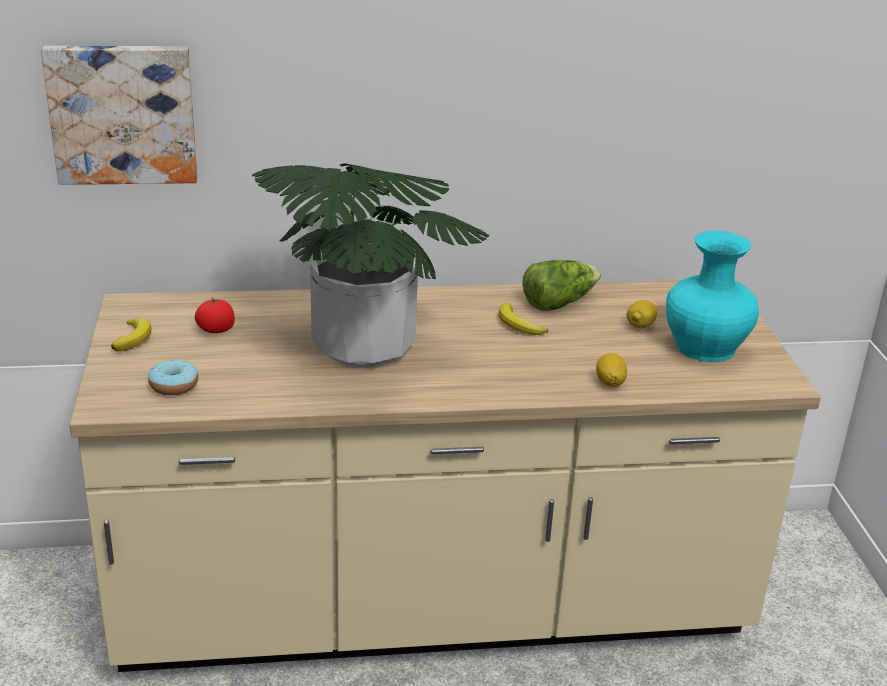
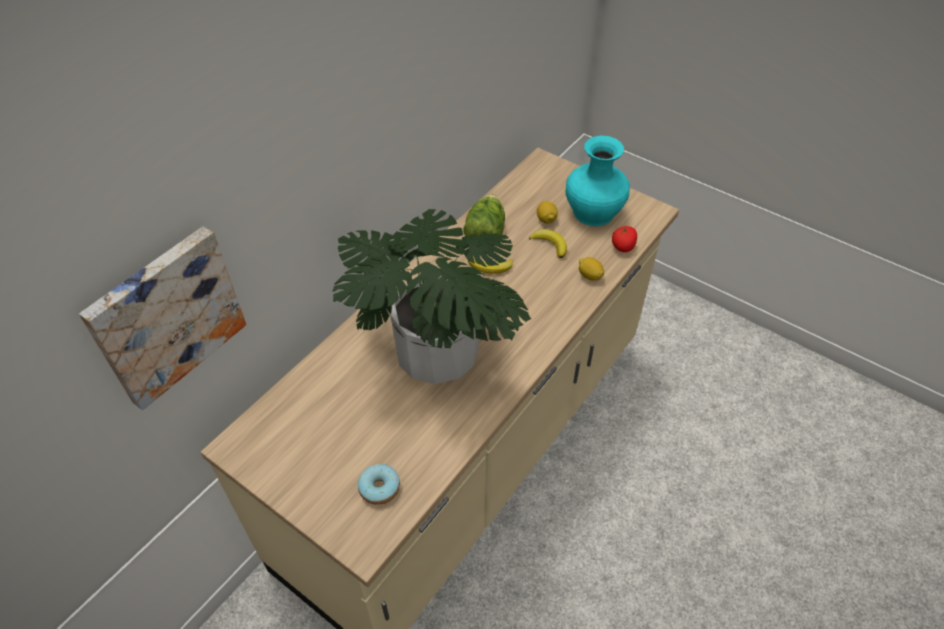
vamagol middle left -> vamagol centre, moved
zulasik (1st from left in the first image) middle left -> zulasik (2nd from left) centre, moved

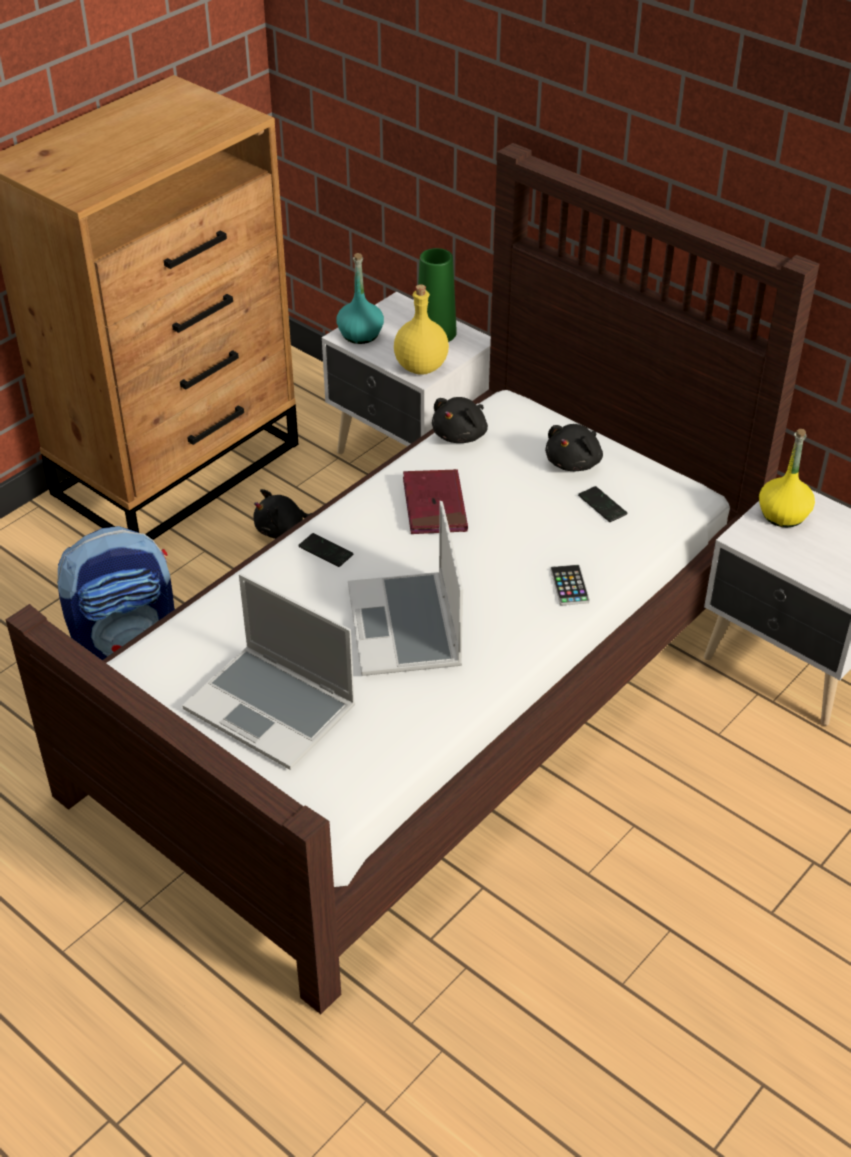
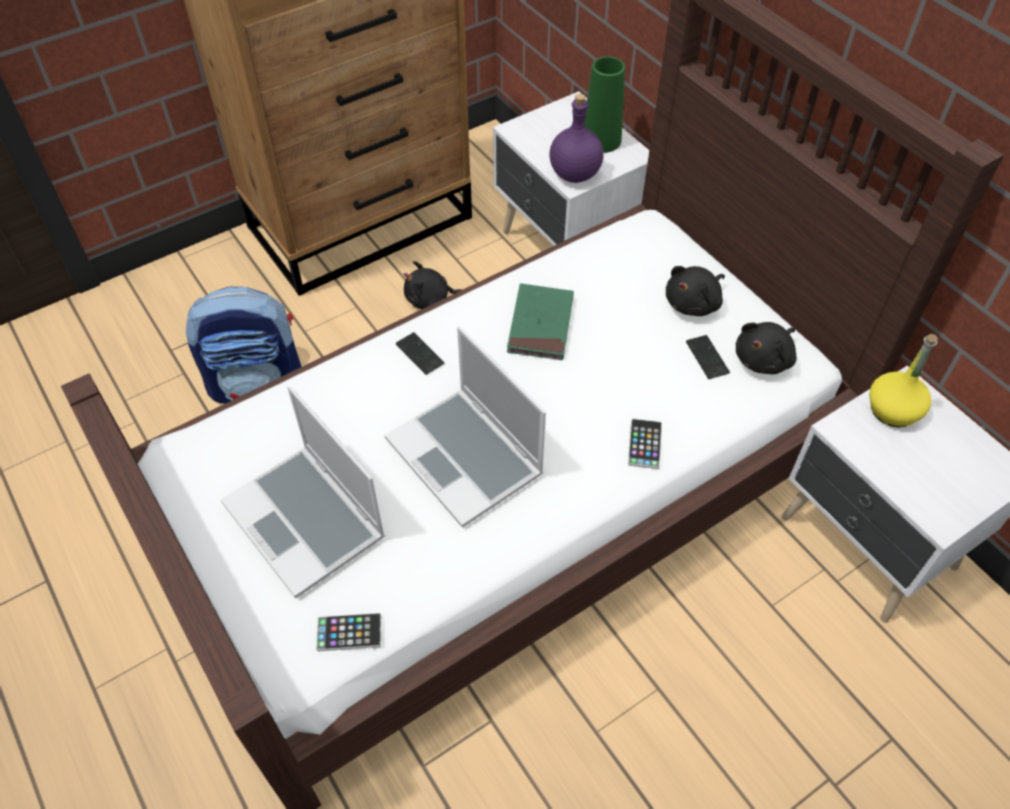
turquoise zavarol top centre -> none
yellow zavarol (1st from left) top centre -> purple zavarol top centre
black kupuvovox (2nd from left in the first image) centre -> black kupuvovox (3rd from left) middle right, moved
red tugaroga centre -> green tugaroga centre
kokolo (2nd from left) centre, 45 degrees counterclockwise
none -> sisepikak (1st from left) bottom centre

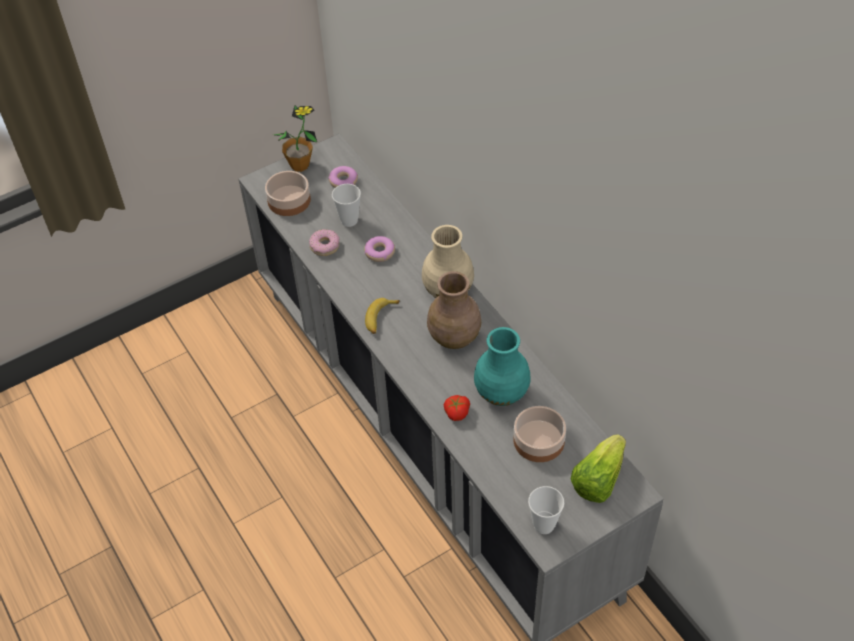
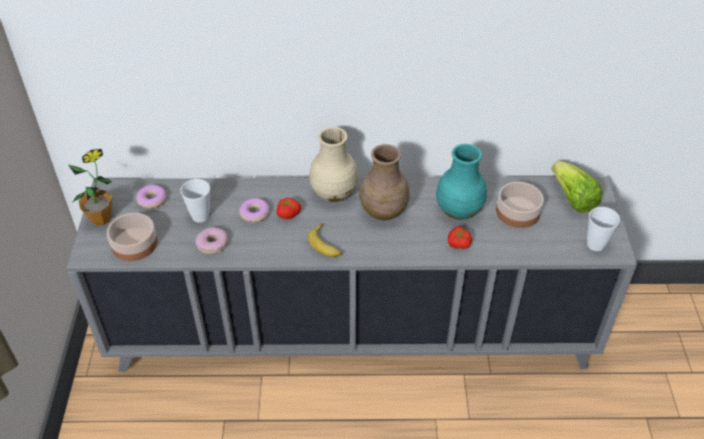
none -> vamagol (1st from left) centre

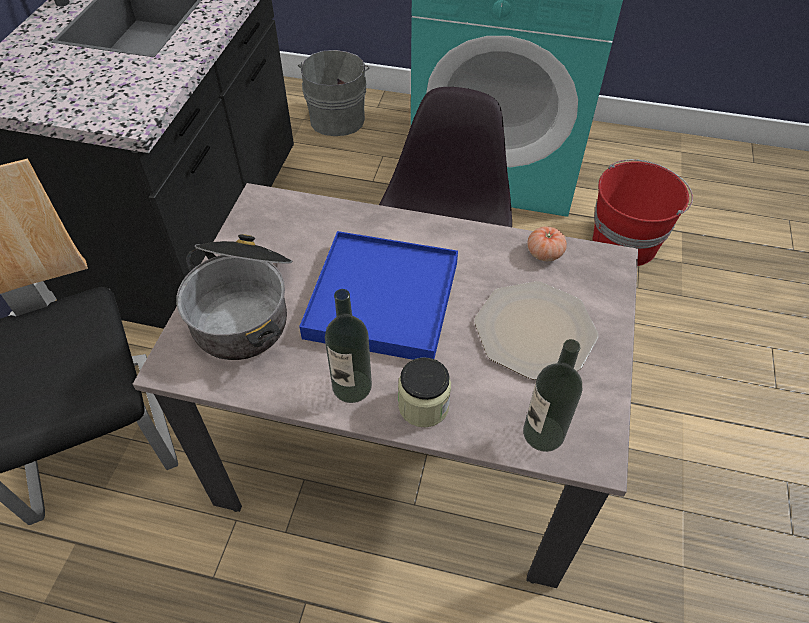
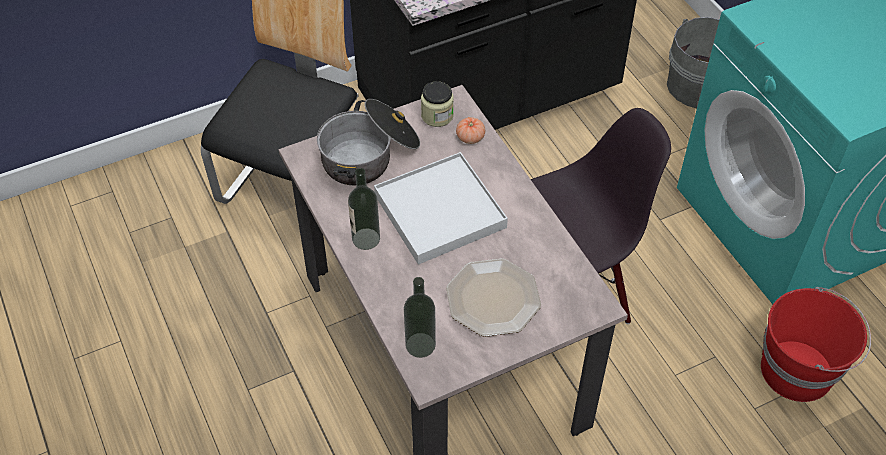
vamagol middle right -> vamagol top centre, moved
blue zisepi centre -> white zisepi centre
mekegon centre -> mekegon top centre, moved

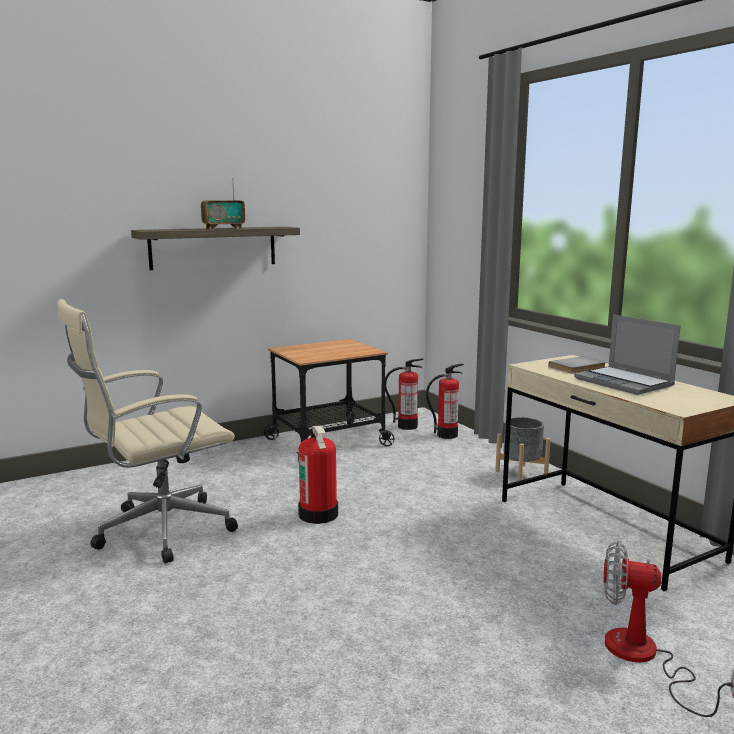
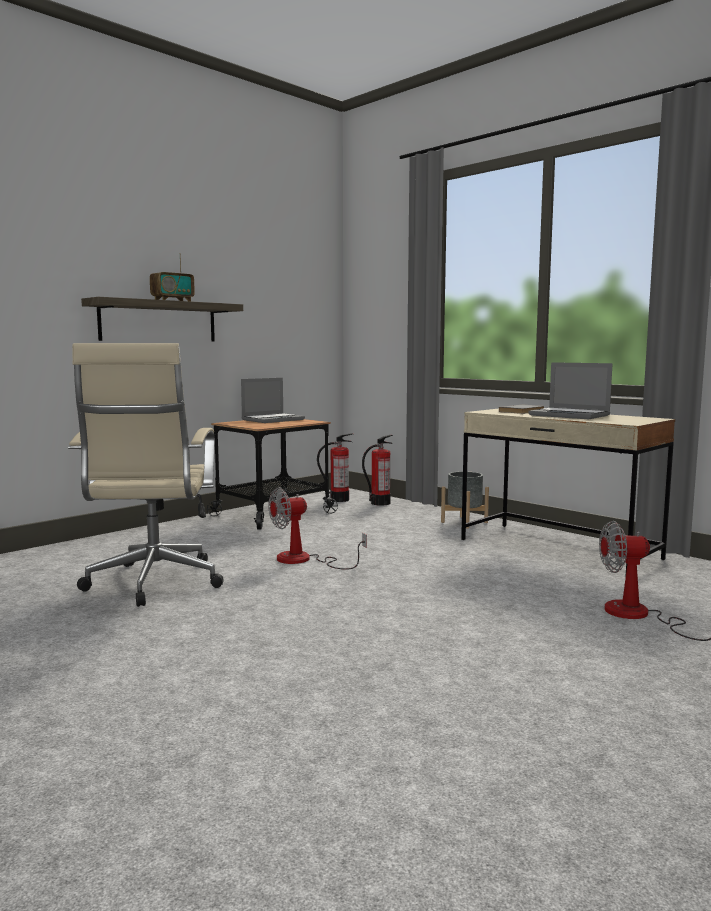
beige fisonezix middle left, 45 degrees counterclockwise
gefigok (1st from left) centre -> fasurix (1st from left) centre
none -> kokolo (1st from left) centre

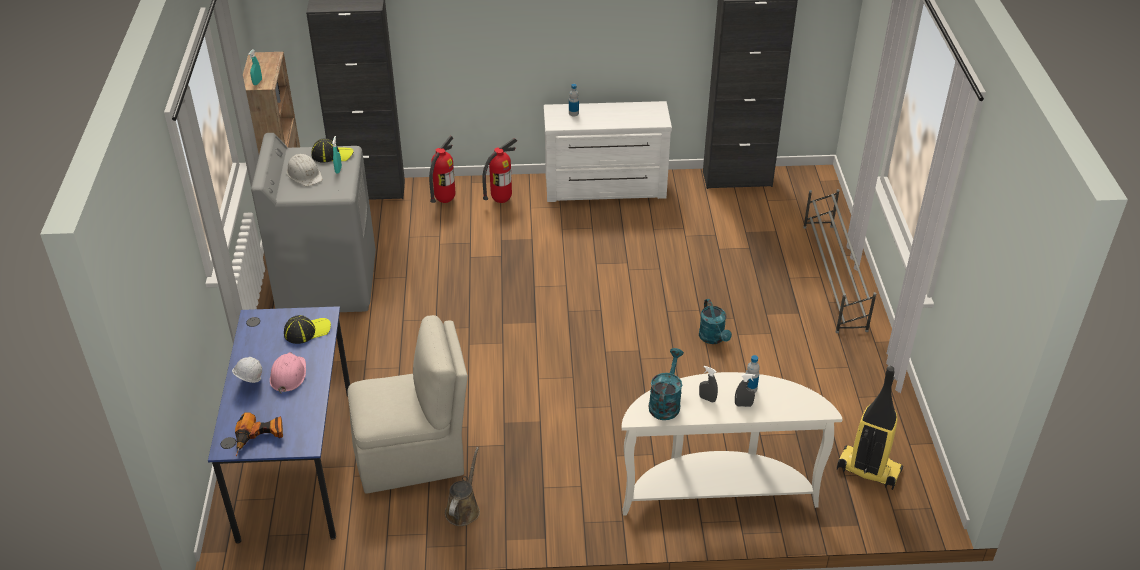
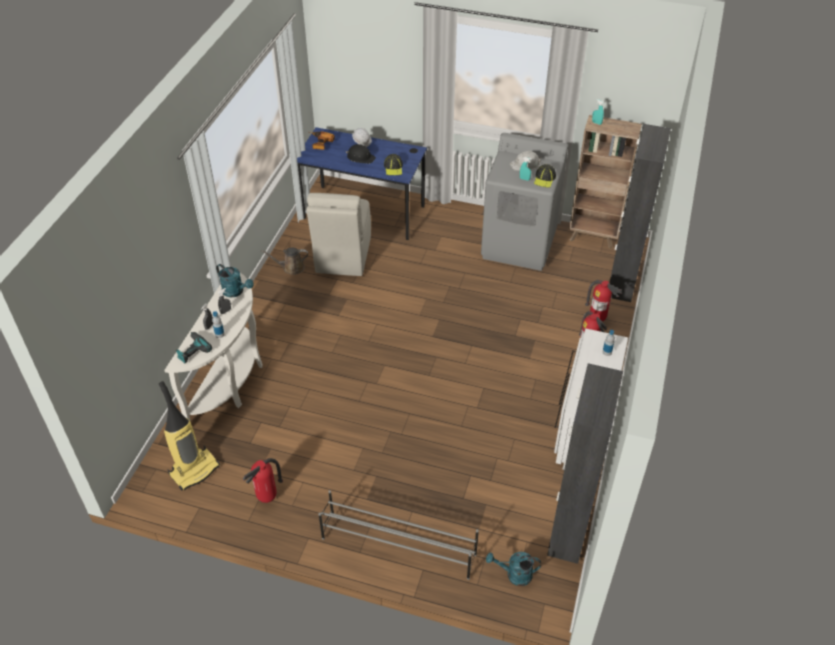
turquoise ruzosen (2nd from left) centre -> turquoise ruzosen (2nd from left) bottom centre, moved
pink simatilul middle left -> black simatilul top centre
brown ruzosen bottom centre -> brown ruzosen centre, 135 degrees clockwise
none -> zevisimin (1st from left) middle left
none -> gefigok (1st from left) bottom left

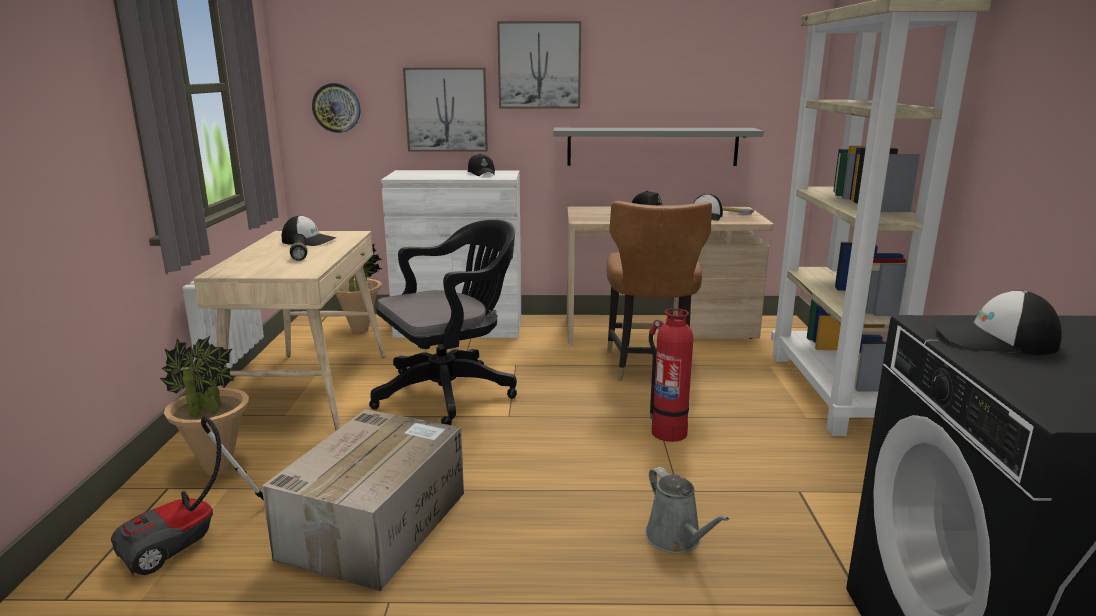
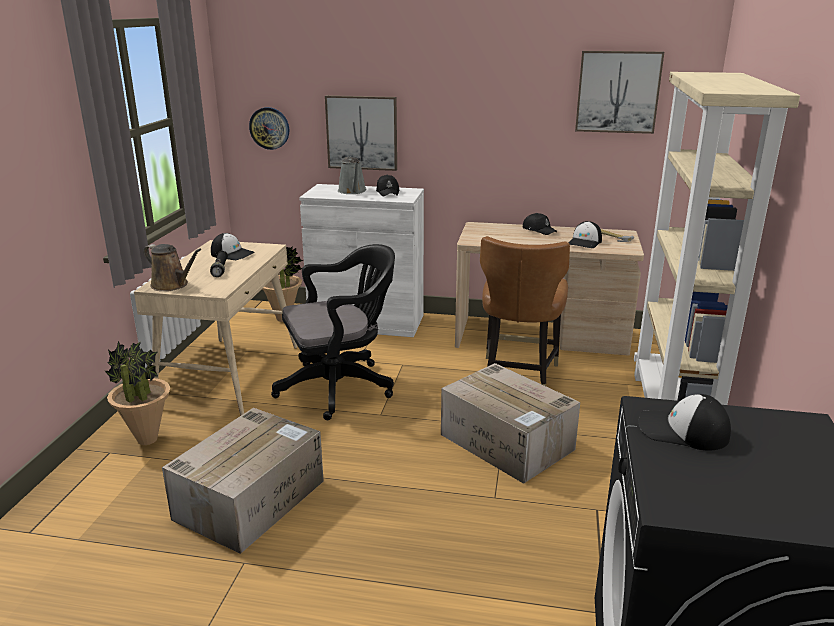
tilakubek (2nd from left) top centre -> tilakubek (2nd from left) top right, moved
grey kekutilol top centre -> none
gefigok centre -> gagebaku (2nd from left) bottom centre
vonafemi bottom left -> none
grey ruzosen bottom centre -> grey ruzosen top centre, moved
none -> brown ruzosen middle left

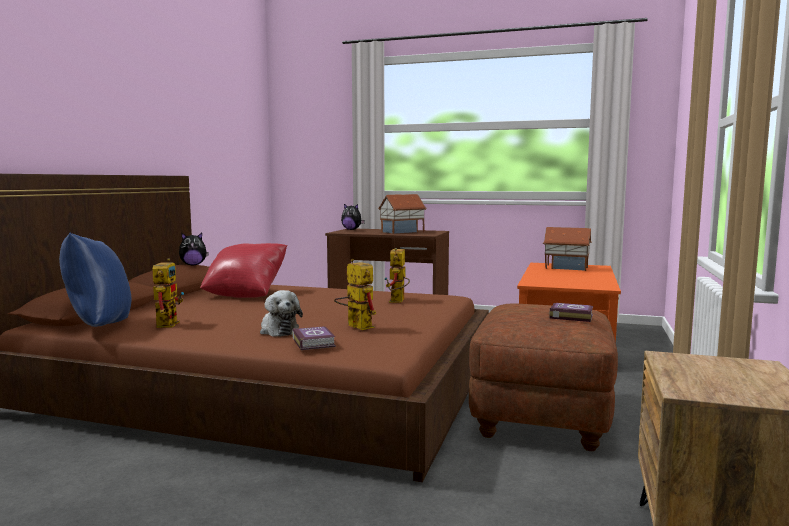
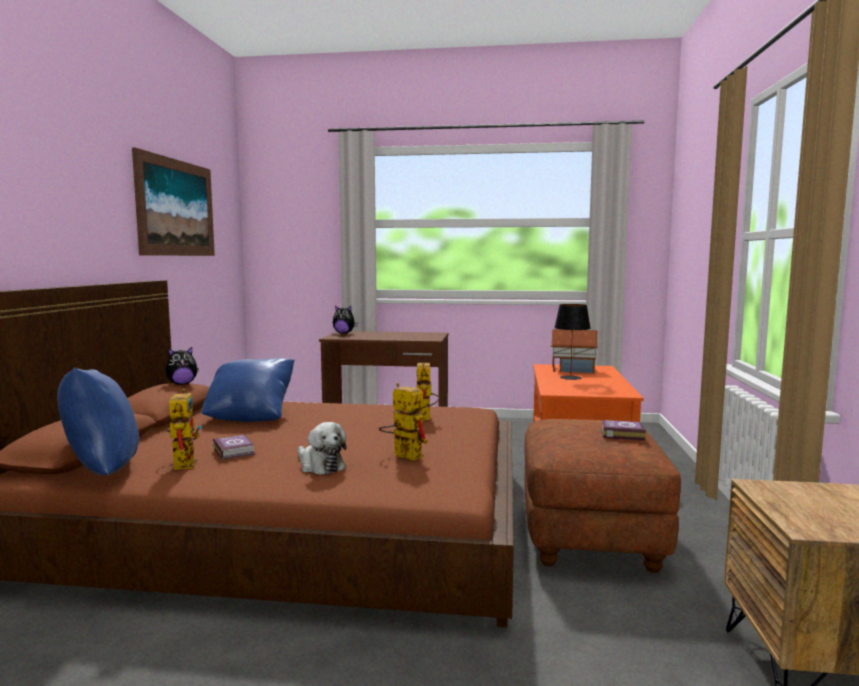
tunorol (1st from left) centre -> none
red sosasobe middle left -> blue sosasobe (2nd from left) middle left
tugaroga (1st from left) centre -> tugaroga (1st from left) middle left, moved
none -> tilakubek top left
none -> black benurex centre

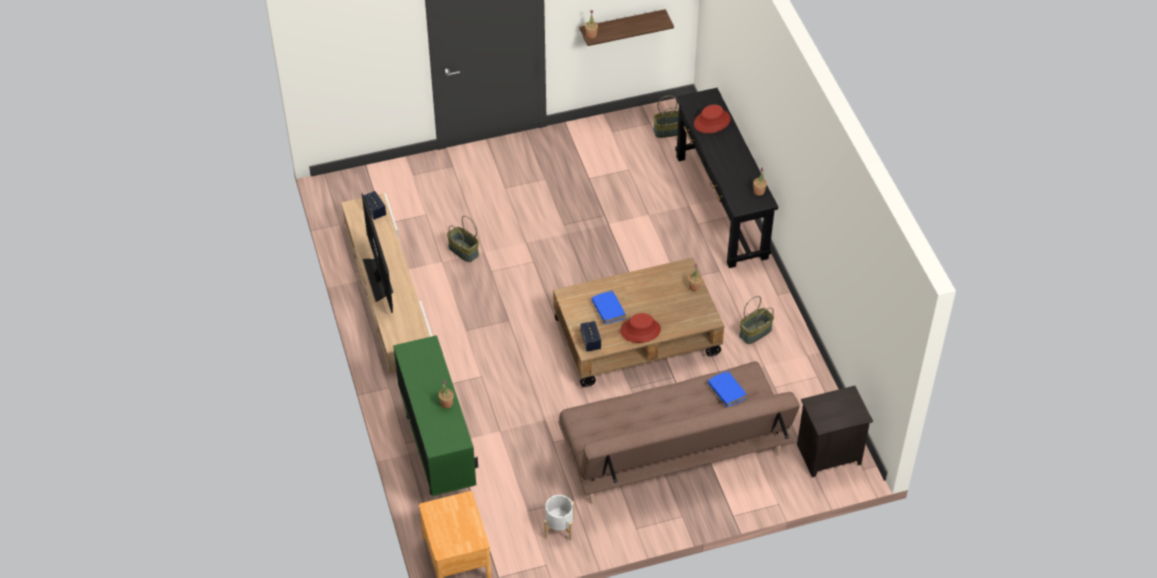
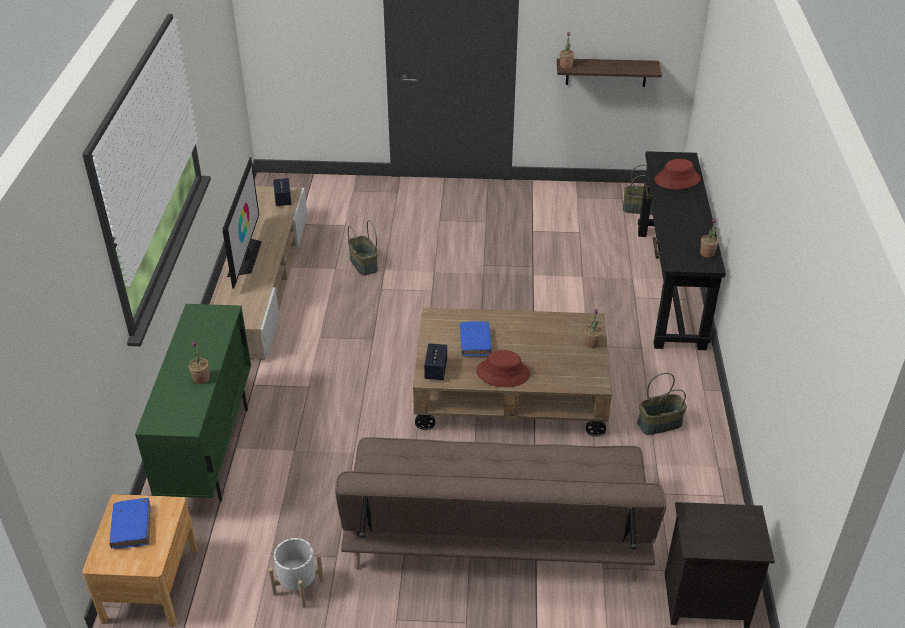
blue tugaroga (2nd from left in the first image) bottom centre -> blue tugaroga (1st from left) bottom left, moved

